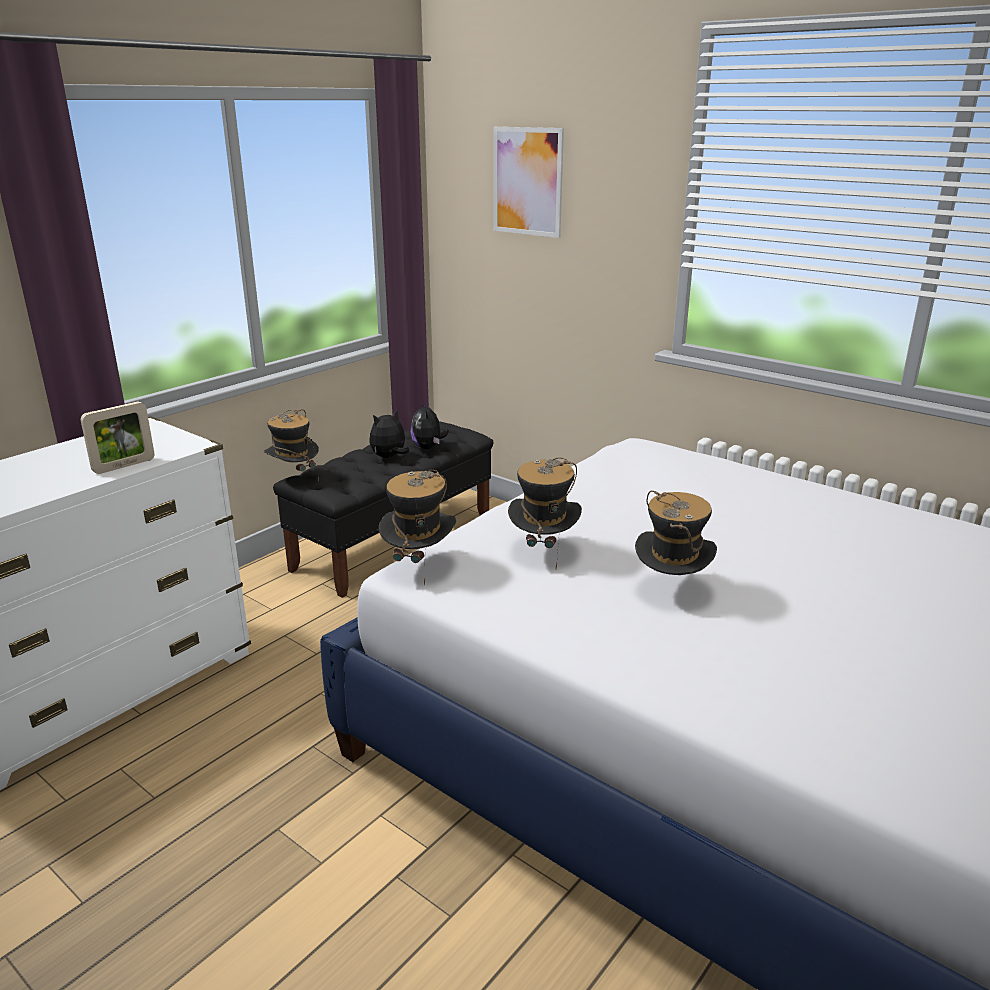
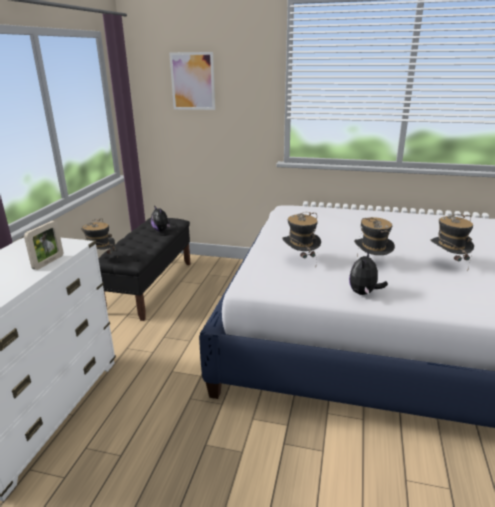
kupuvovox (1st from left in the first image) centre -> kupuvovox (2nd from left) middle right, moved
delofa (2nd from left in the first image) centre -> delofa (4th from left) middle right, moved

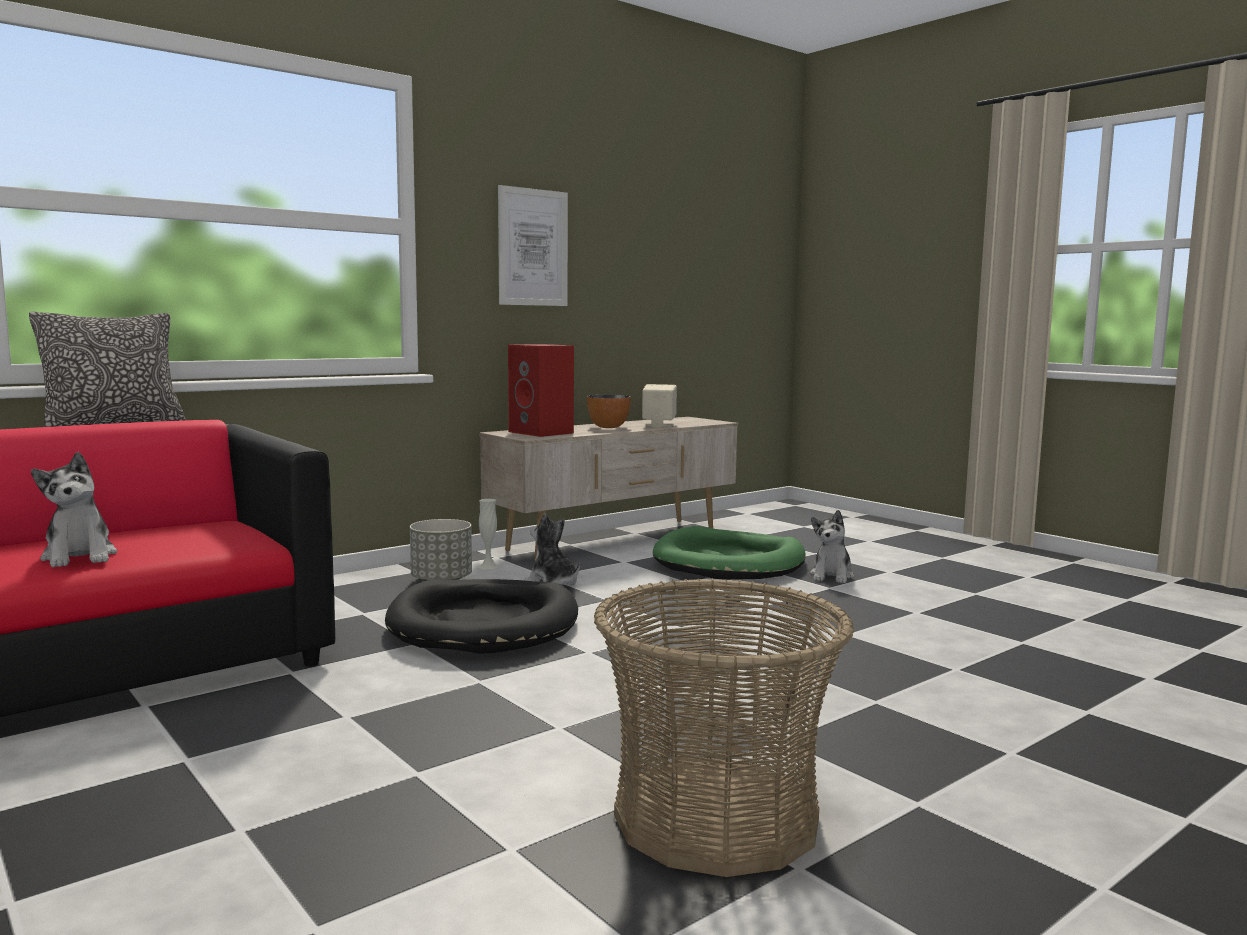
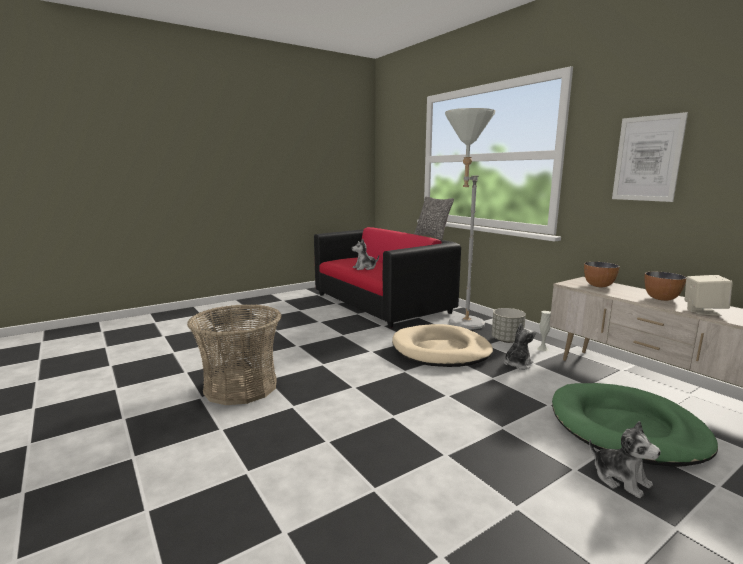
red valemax centre -> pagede (1st from left) middle right
kupuvovox (3rd from left) middle right -> kupuvovox (3rd from left) bottom right, 150 degrees counterclockwise
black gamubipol centre -> beige gamubipol centre
none -> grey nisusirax centre

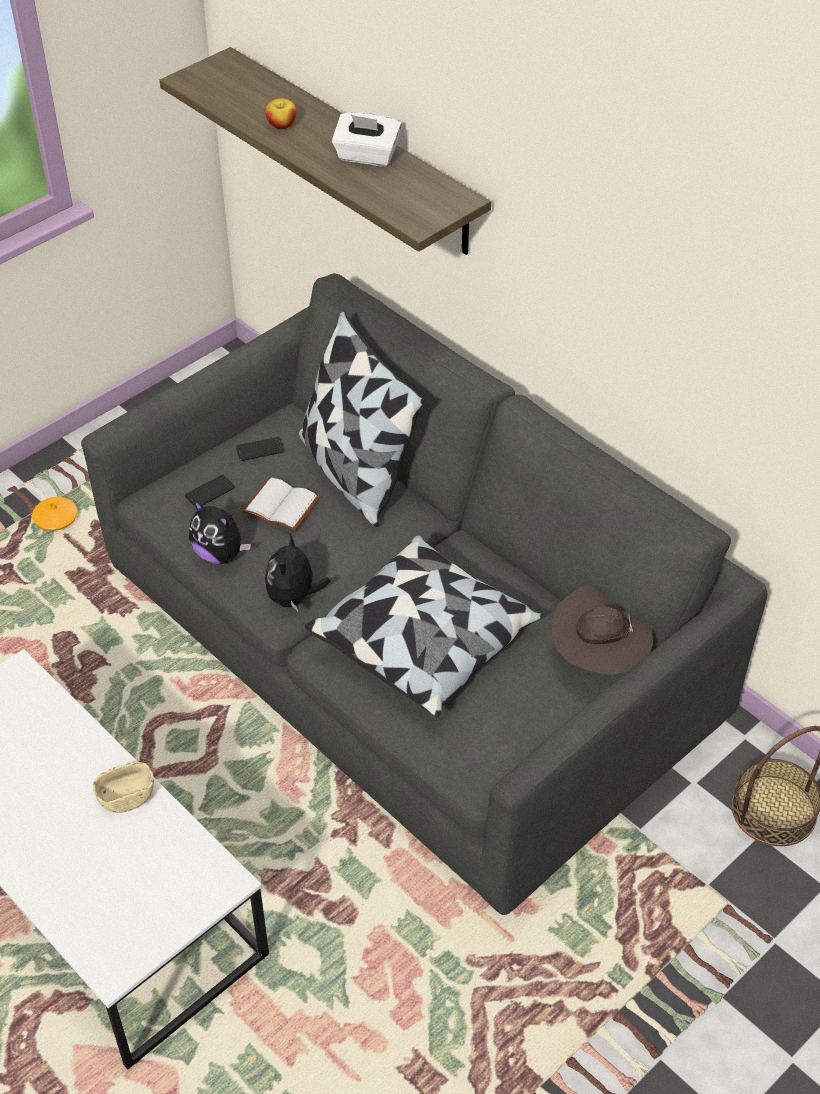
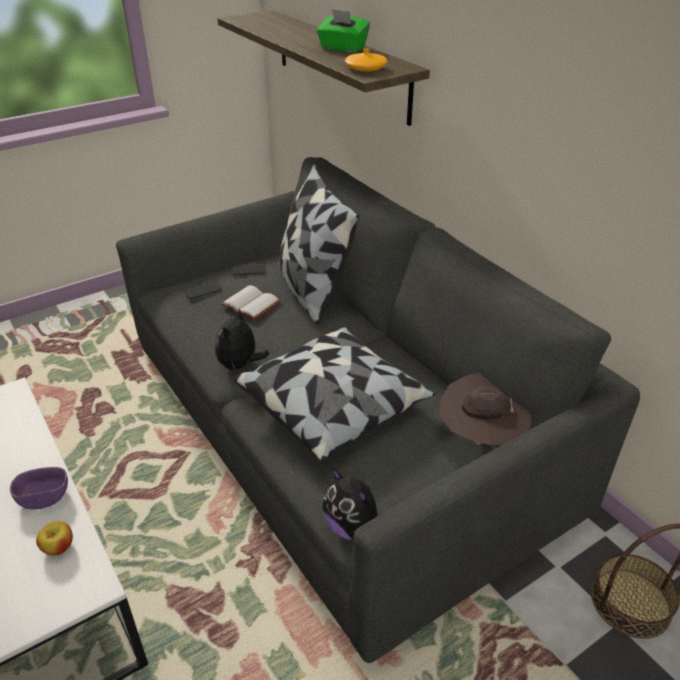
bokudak top centre -> bokudak bottom left, moved
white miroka top centre -> green miroka top centre
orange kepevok middle left -> orange kepevok top centre, moved
kupuvovox (1st from left in the first image) middle left -> kupuvovox (2nd from left) bottom centre, moved
beige pagede bottom left -> purple pagede bottom left

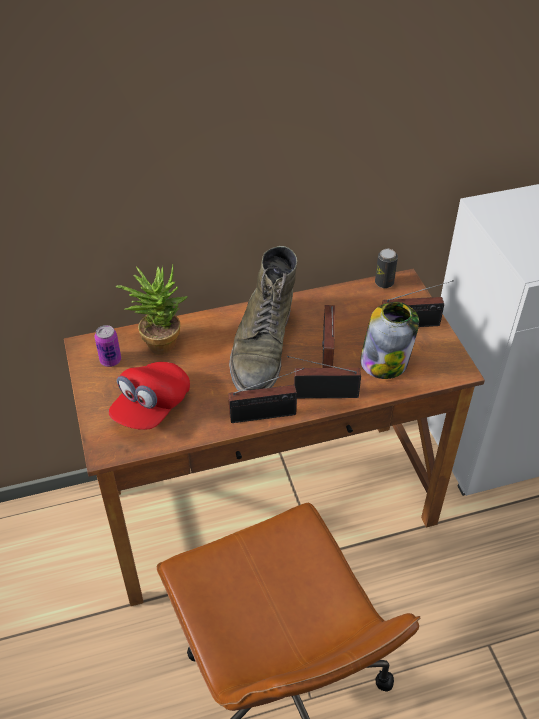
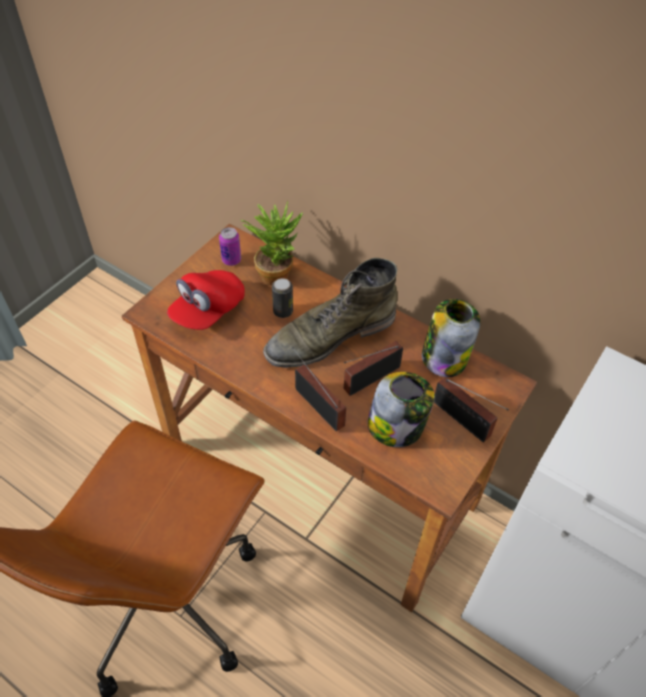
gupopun (2nd from left) middle right -> gupopun (2nd from left) centre, moved
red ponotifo middle left, 45 degrees counterclockwise
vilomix (1st from left) centre -> none
none -> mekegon (2nd from left) middle right

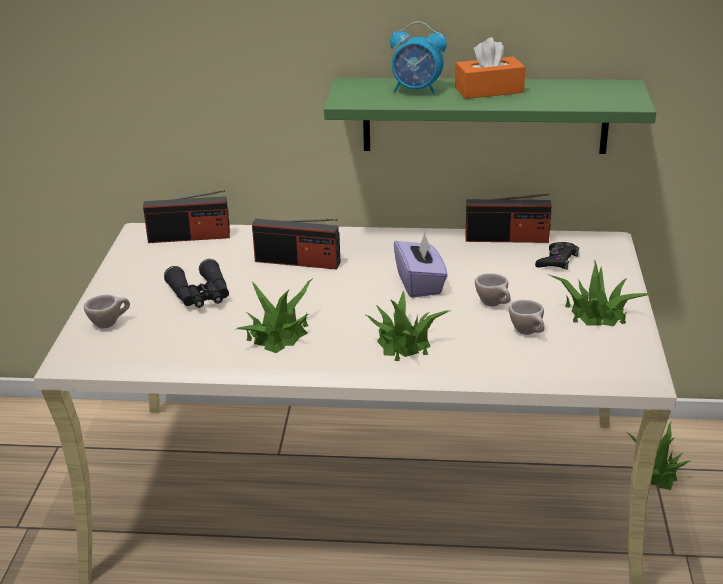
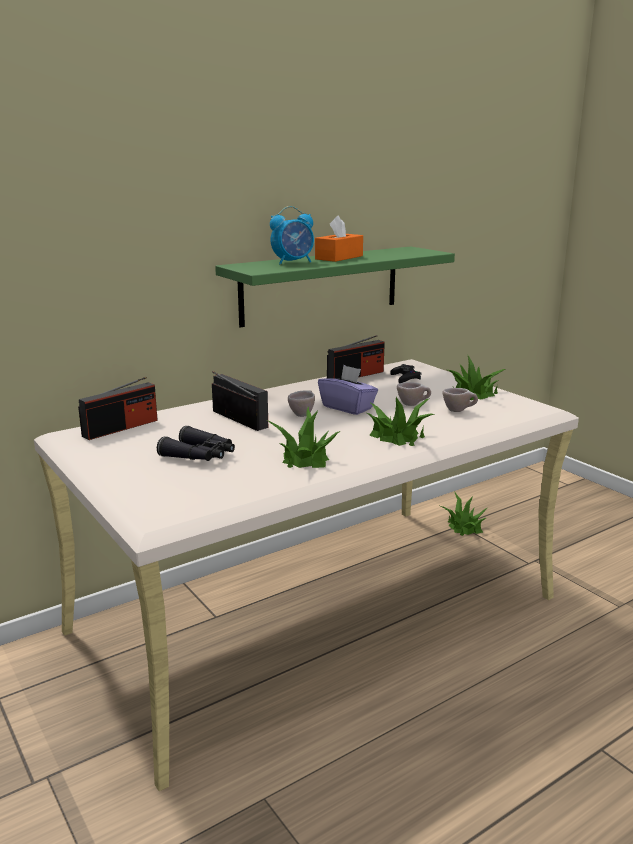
vilomix (2nd from left) centre, 105 degrees counterclockwise
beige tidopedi (1st from left) middle left -> beige tidopedi (1st from left) centre, moved

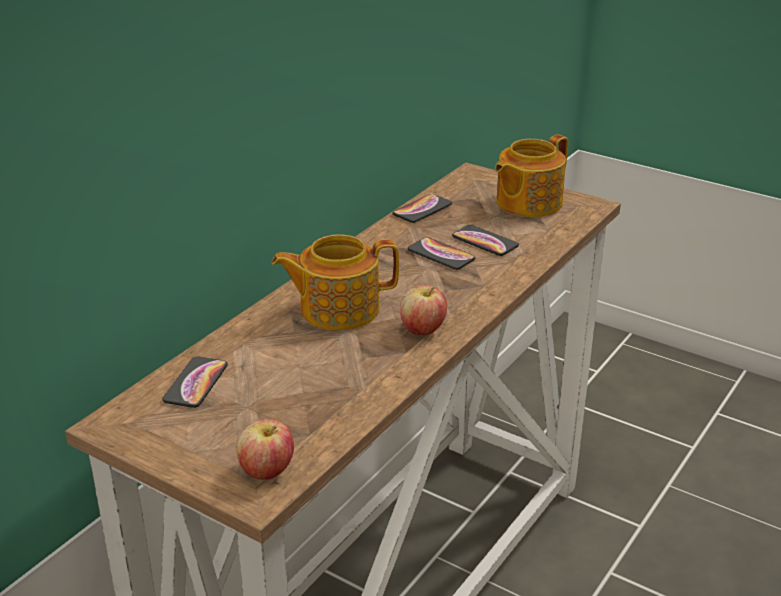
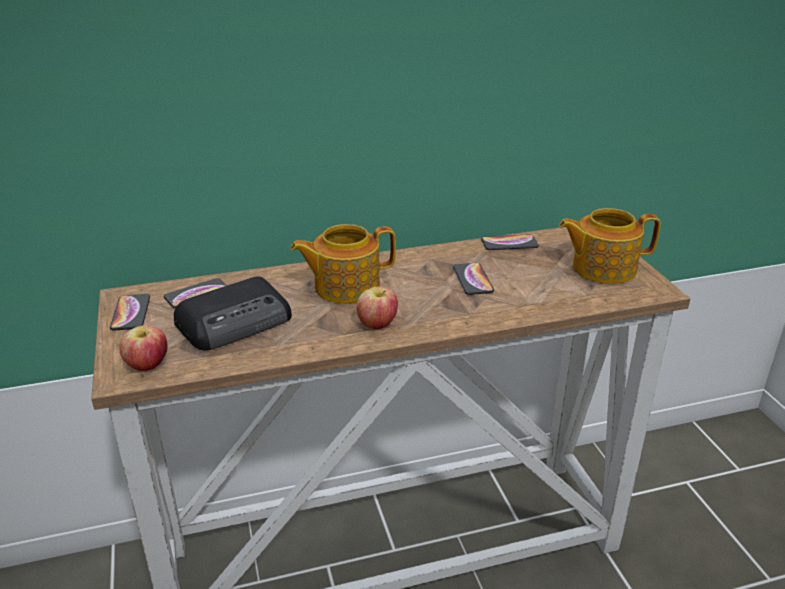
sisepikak (4th from left in the first image) centre -> sisepikak (1st from left) middle left, moved
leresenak (1st from left) centre, 45 degrees counterclockwise
none -> vilomix middle left

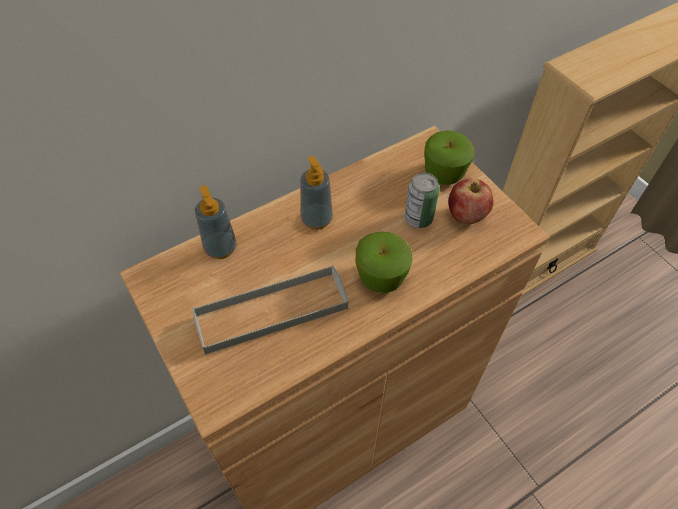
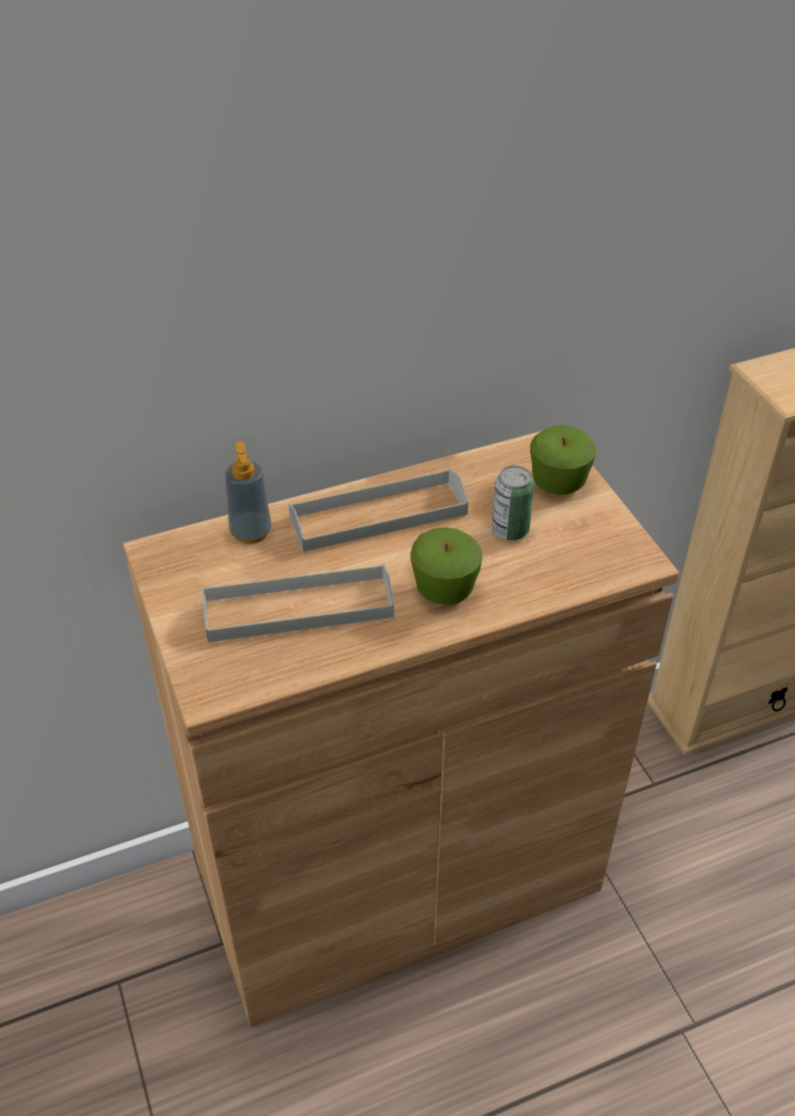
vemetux (2nd from left) centre -> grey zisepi (2nd from left) centre
bokudak (3rd from left) middle right -> none

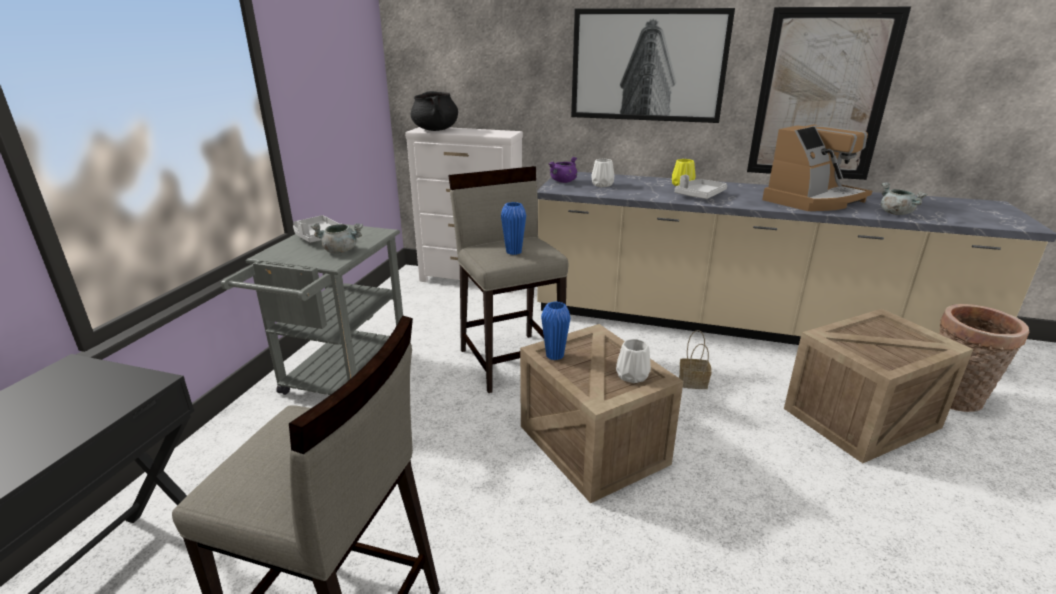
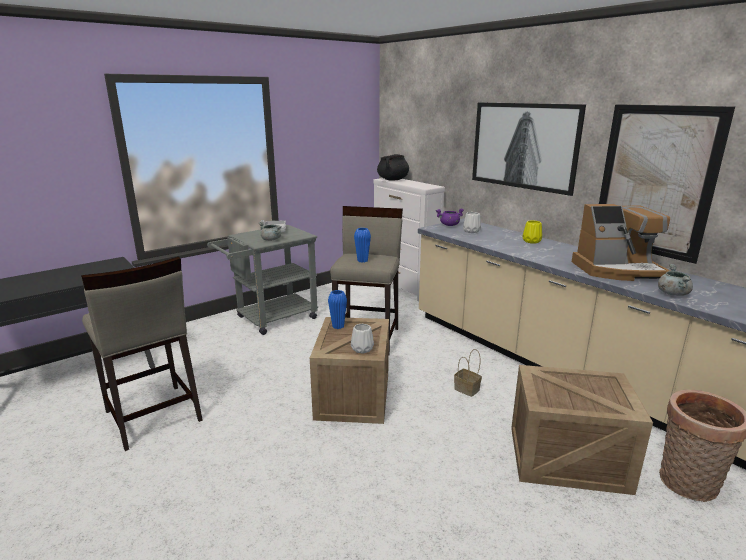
grey zisepi (2nd from left) top centre -> none

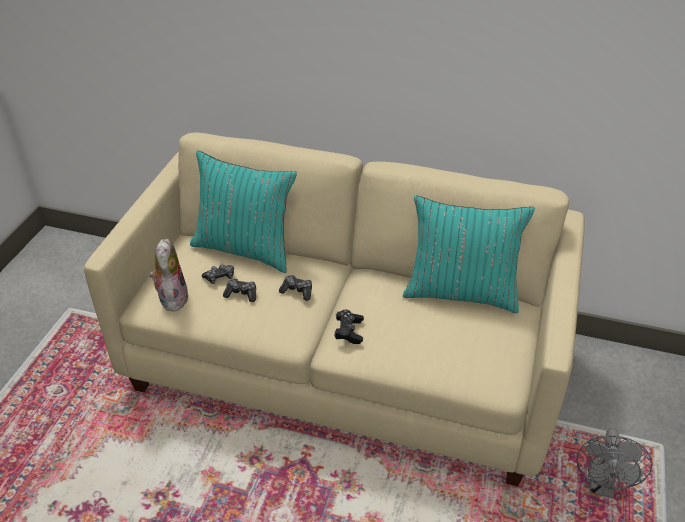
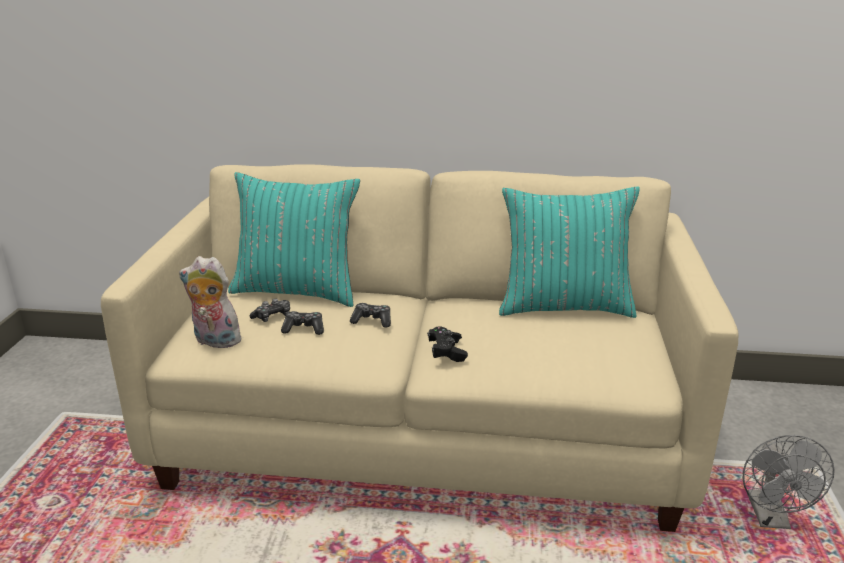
kupuvovox middle left, 60 degrees counterclockwise

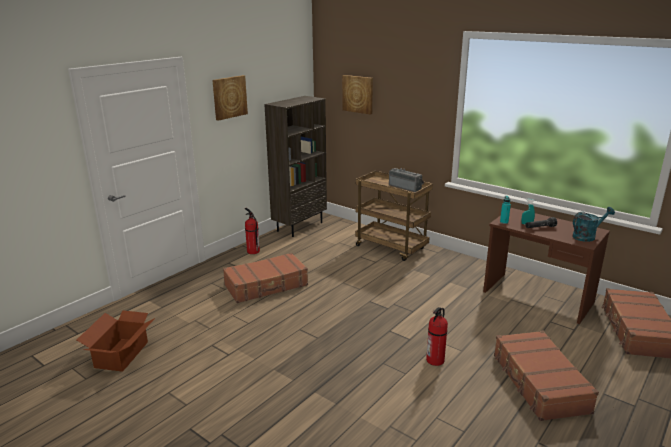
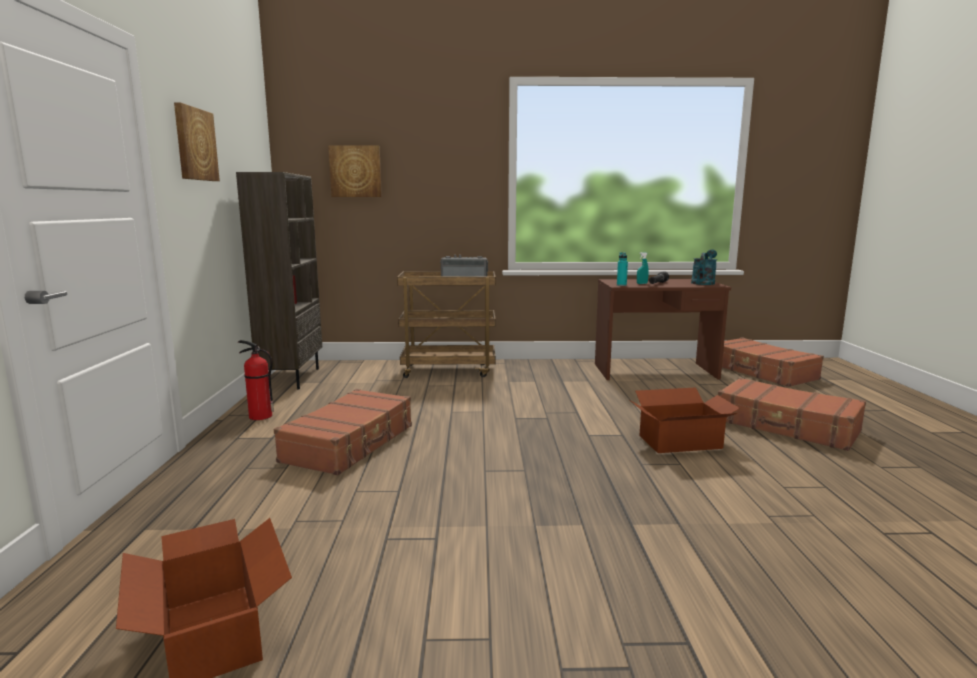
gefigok (2nd from left) bottom centre -> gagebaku (2nd from left) middle right

